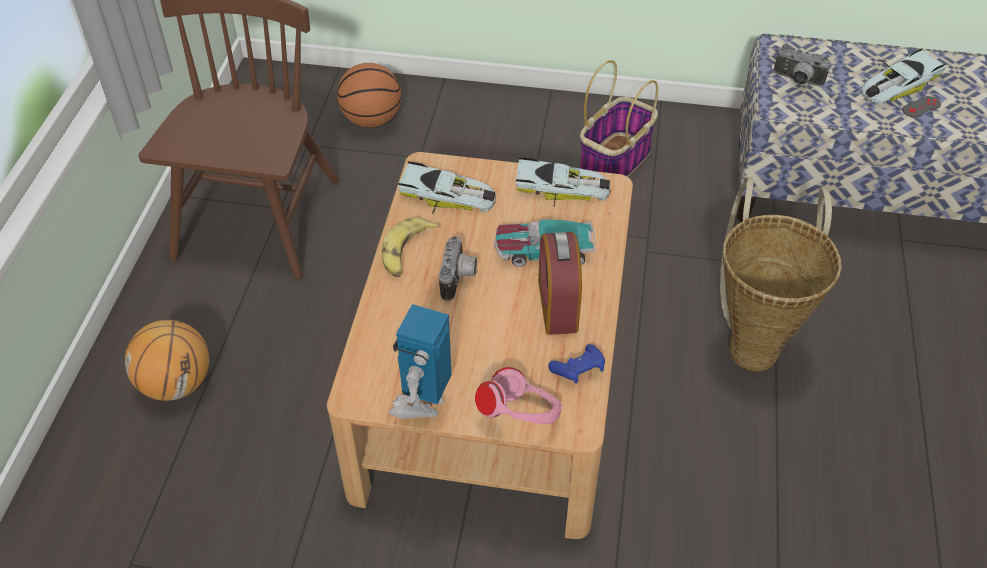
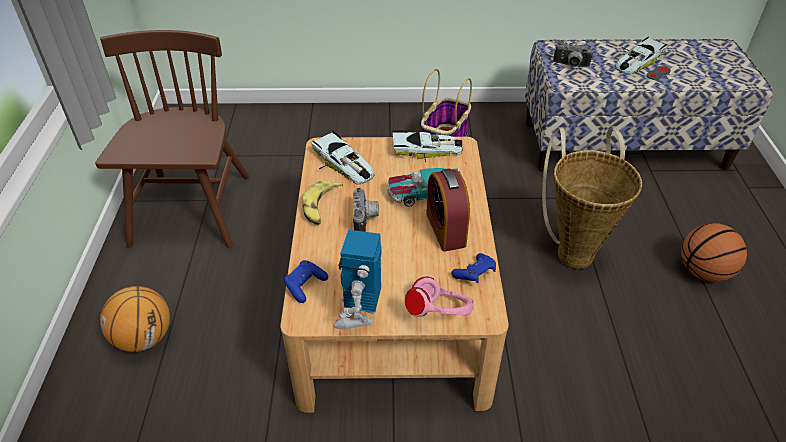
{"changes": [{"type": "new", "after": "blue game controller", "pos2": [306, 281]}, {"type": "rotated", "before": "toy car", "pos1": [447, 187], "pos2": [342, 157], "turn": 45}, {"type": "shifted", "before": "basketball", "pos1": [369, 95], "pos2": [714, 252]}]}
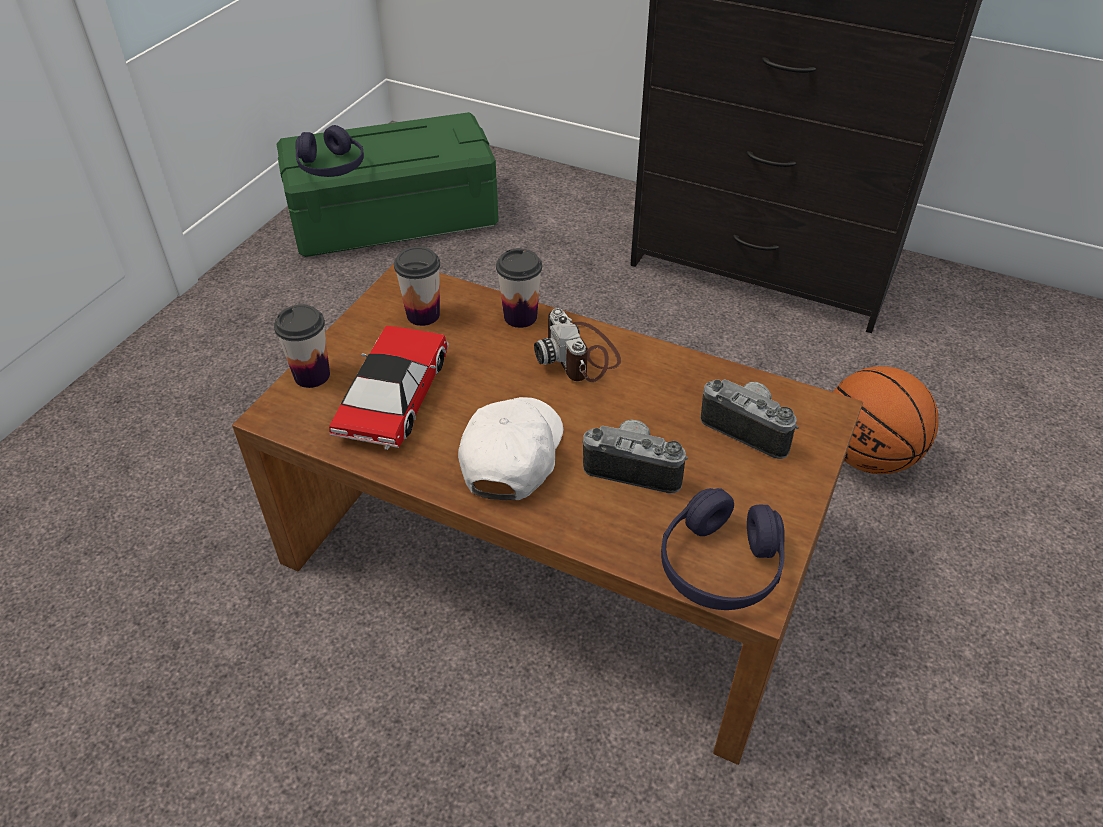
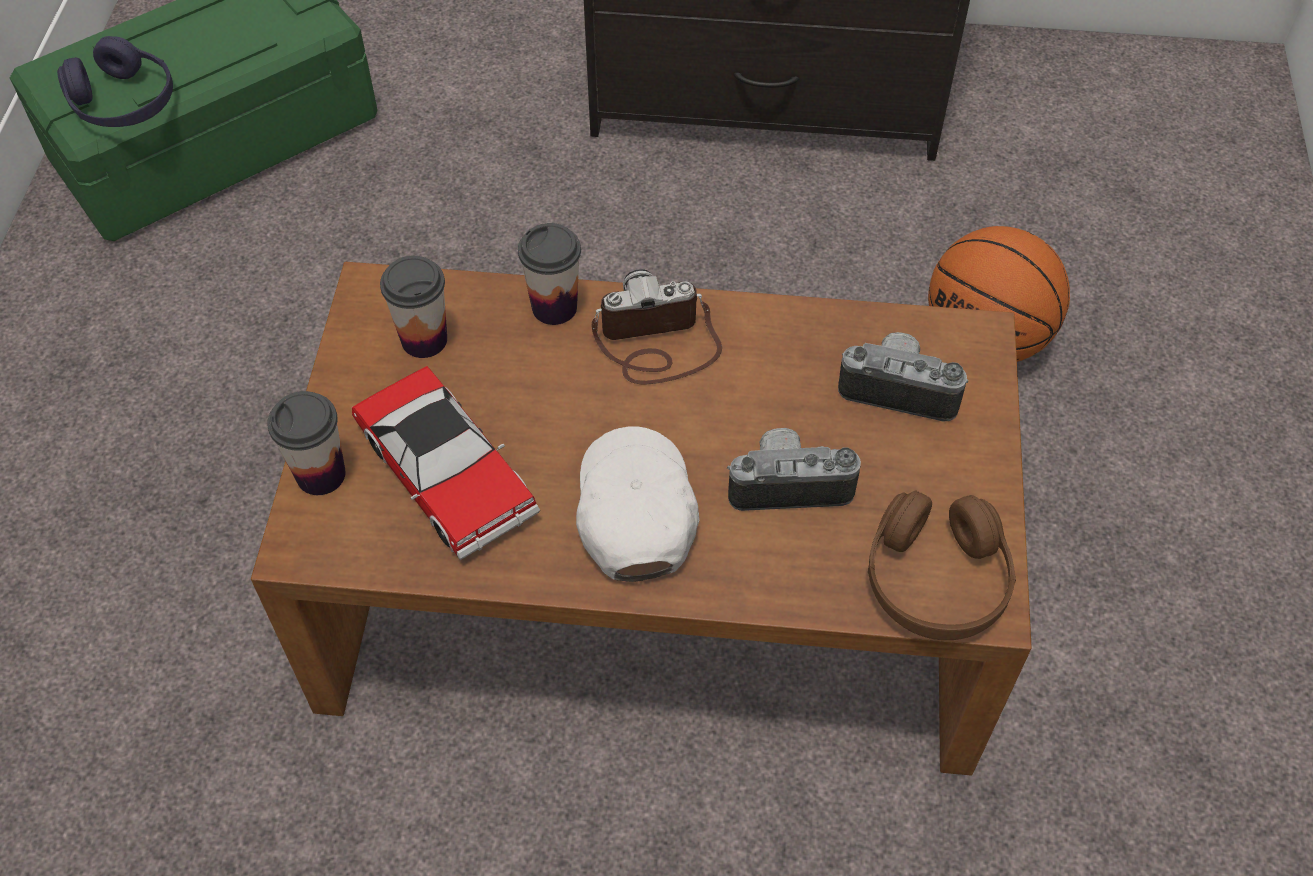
{"changes": [{"type": "rotated", "before": "toy car", "pos1": [389, 388], "pos2": [446, 463], "turn": 150}, {"type": "rotated", "before": "photo camera", "pos1": [577, 345], "pos2": [656, 327], "turn": 120}, {"type": "repainted", "before": "purple headphones", "after": "brown headphones", "pos1": [723, 549], "pos2": [942, 565]}]}
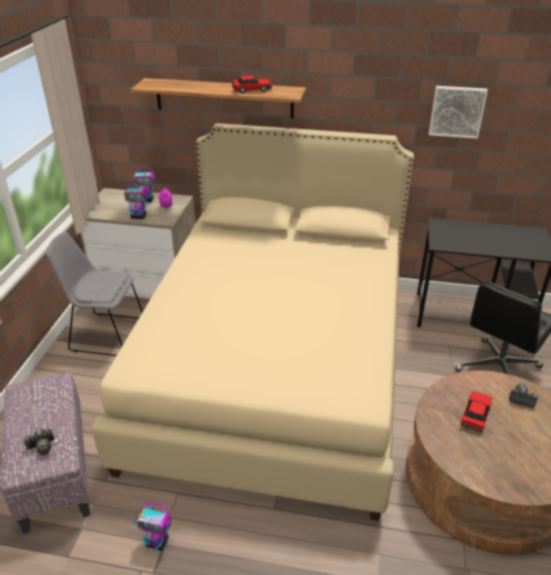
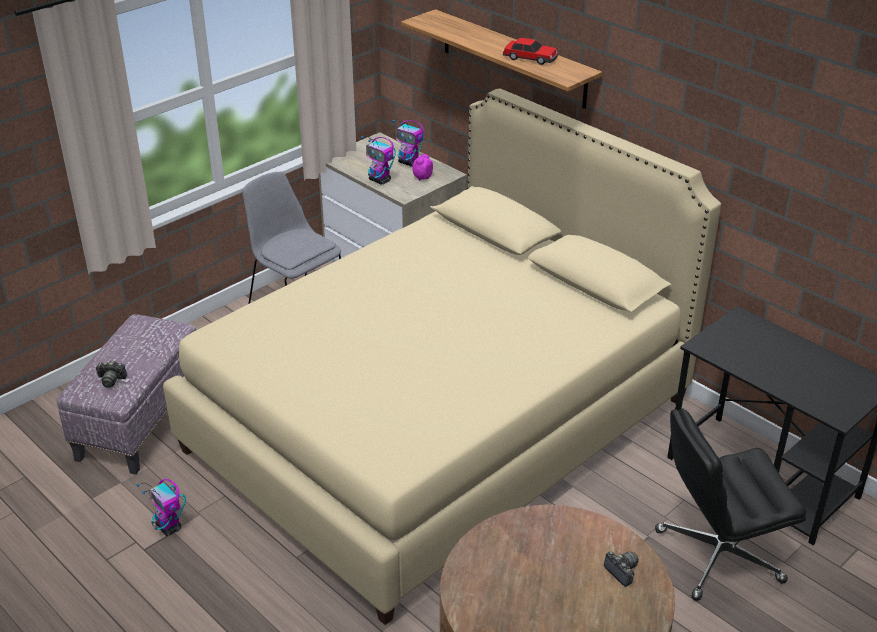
{"changes": [{"type": "gone", "before": "picture", "pos1": [458, 112]}, {"type": "gone", "before": "toy car", "pos1": [477, 411]}]}
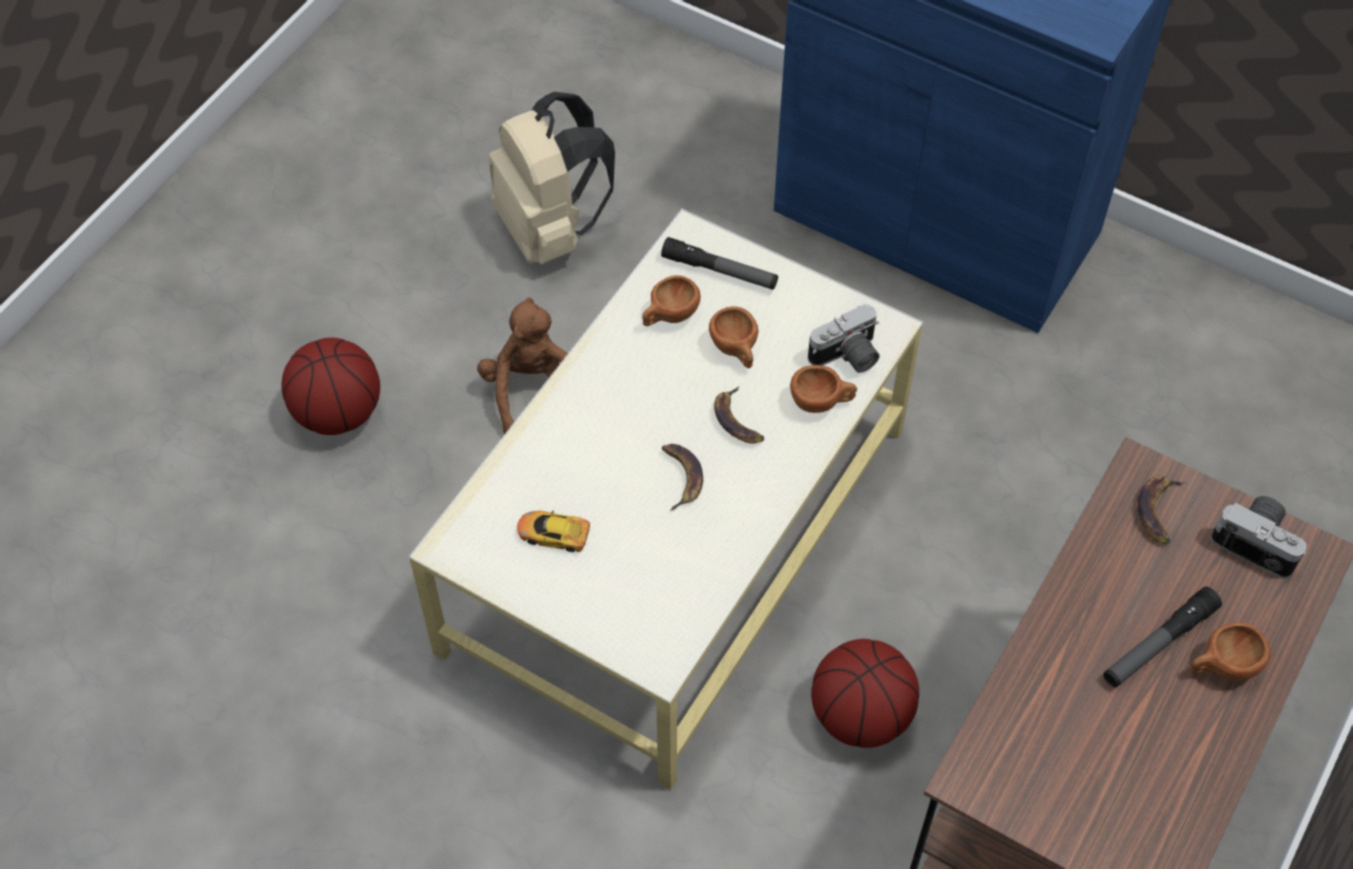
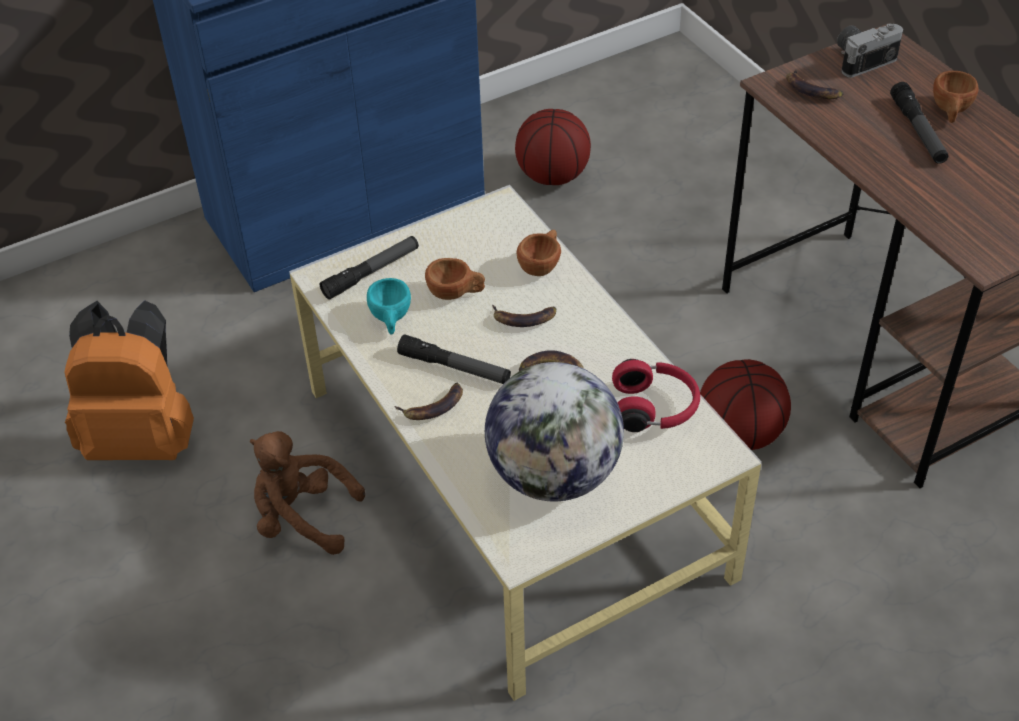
{"changes": [{"type": "repainted", "before": "beige backpack", "after": "orange backpack", "pos1": [552, 178], "pos2": [129, 380]}, {"type": "repainted", "before": "brown cup", "after": "turquoise cup", "pos1": [671, 300], "pos2": [389, 306]}, {"type": "new", "after": "banana", "pos2": [429, 401]}, {"type": "new", "after": "flashlight", "pos2": [454, 359]}, {"type": "swapped", "before": "toy car", "after": "globe", "pos1": [553, 531], "pos2": [554, 432]}, {"type": "shifted", "before": "basketball", "pos1": [330, 386], "pos2": [553, 147]}, {"type": "new", "after": "red headphones", "pos2": [656, 395]}, {"type": "gone", "before": "photo camera", "pos1": [844, 338]}]}
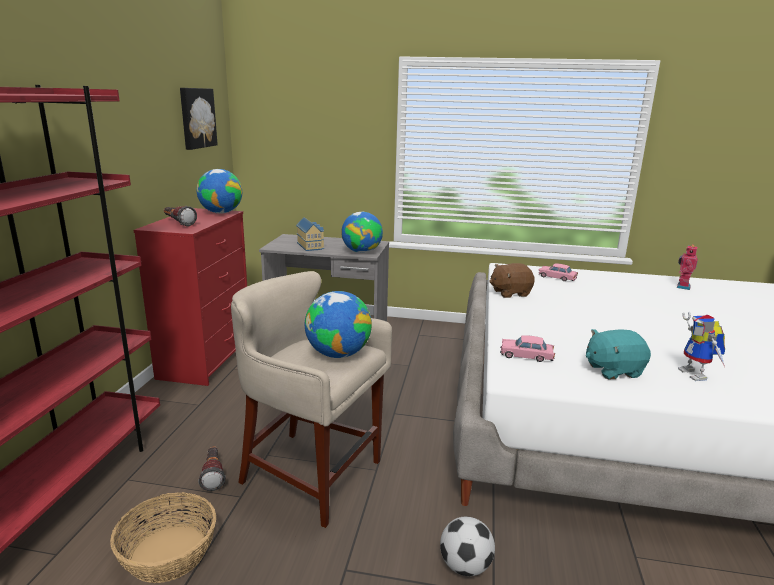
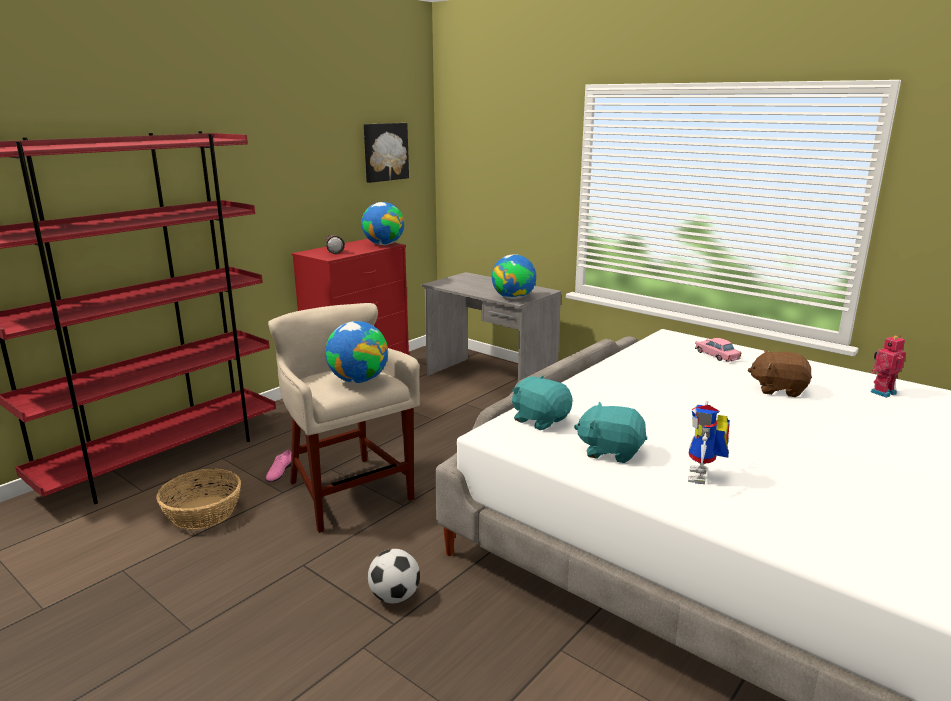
{"changes": [{"type": "swapped", "before": "flashlight", "after": "pink shoe", "pos1": [212, 468], "pos2": [278, 466]}, {"type": "swapped", "before": "pink toy car", "after": "turquoise plush toy", "pos1": [527, 348], "pos2": [542, 403]}, {"type": "shifted", "before": "brown plush toy", "pos1": [512, 280], "pos2": [780, 373]}, {"type": "gone", "before": "toy house", "pos1": [310, 234]}]}
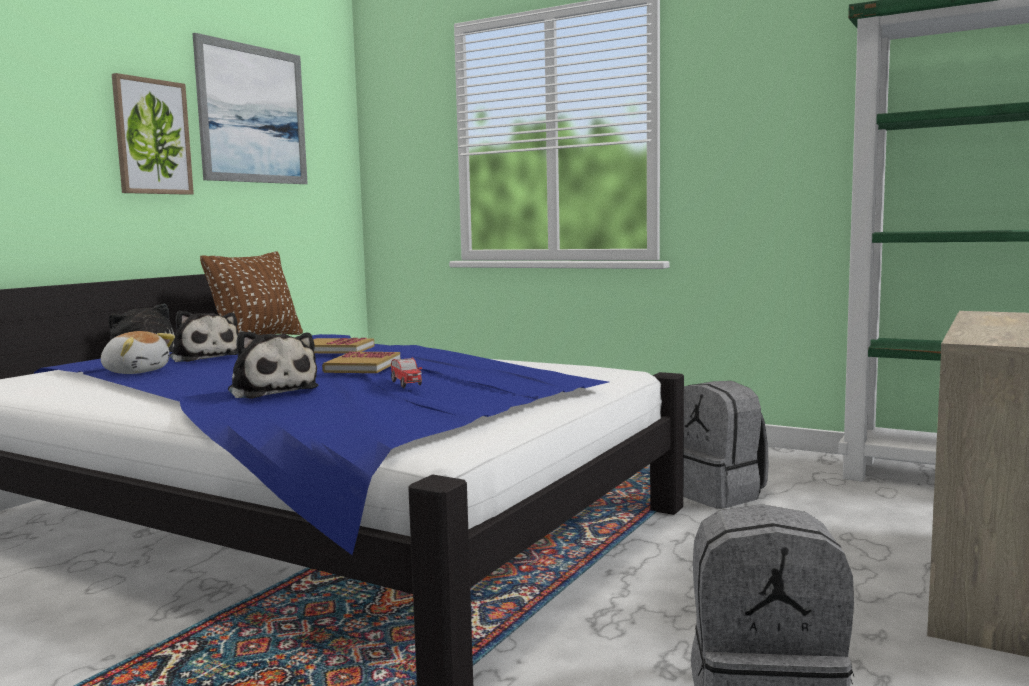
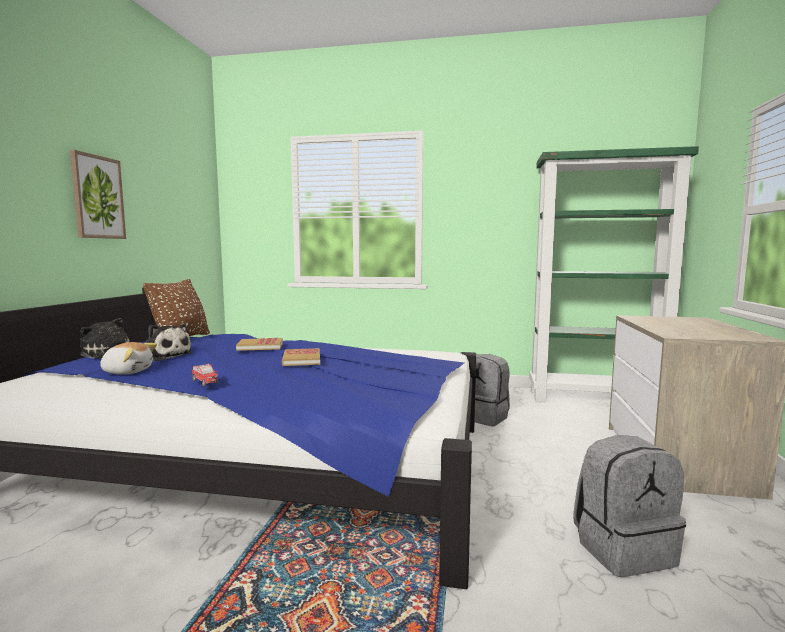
{"changes": [{"type": "shifted", "before": "toy car", "pos1": [406, 373], "pos2": [205, 375]}, {"type": "gone", "before": "picture", "pos1": [250, 108]}, {"type": "gone", "before": "plush toy", "pos1": [273, 365]}]}
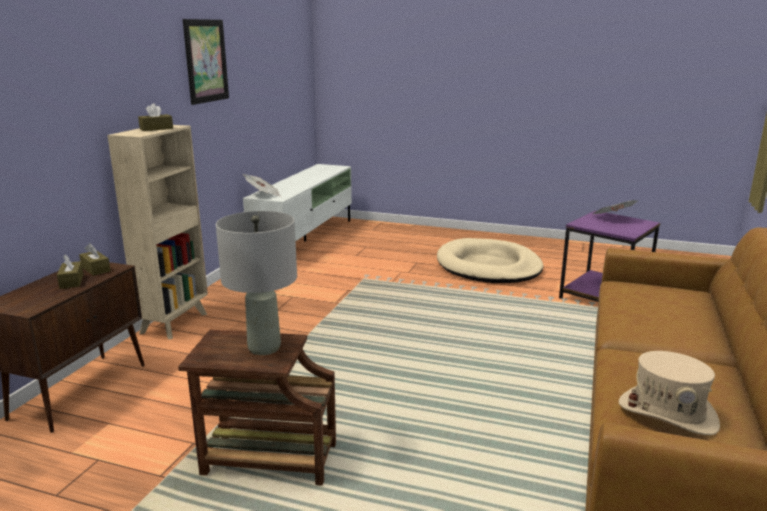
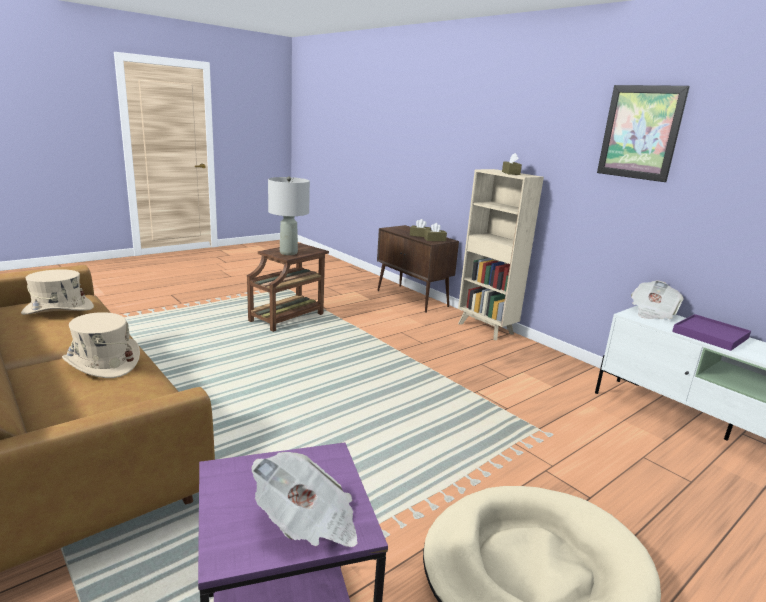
{"changes": [{"type": "new", "after": "beige hat", "pos2": [101, 345]}, {"type": "new", "after": "purple tray", "pos2": [711, 332]}]}
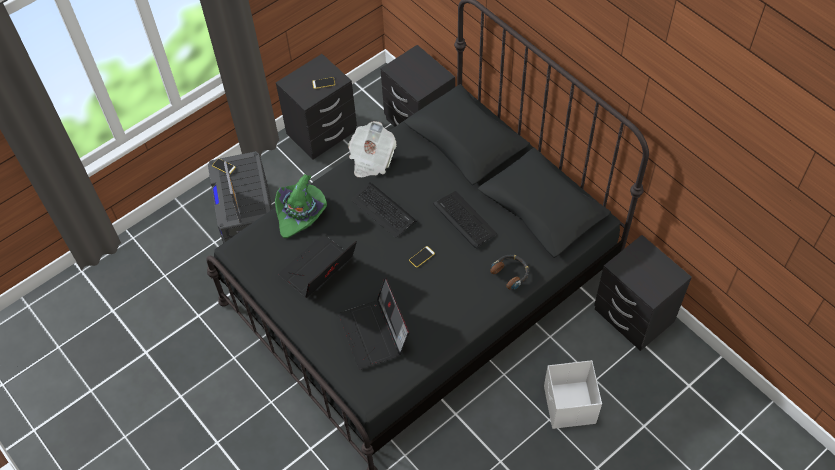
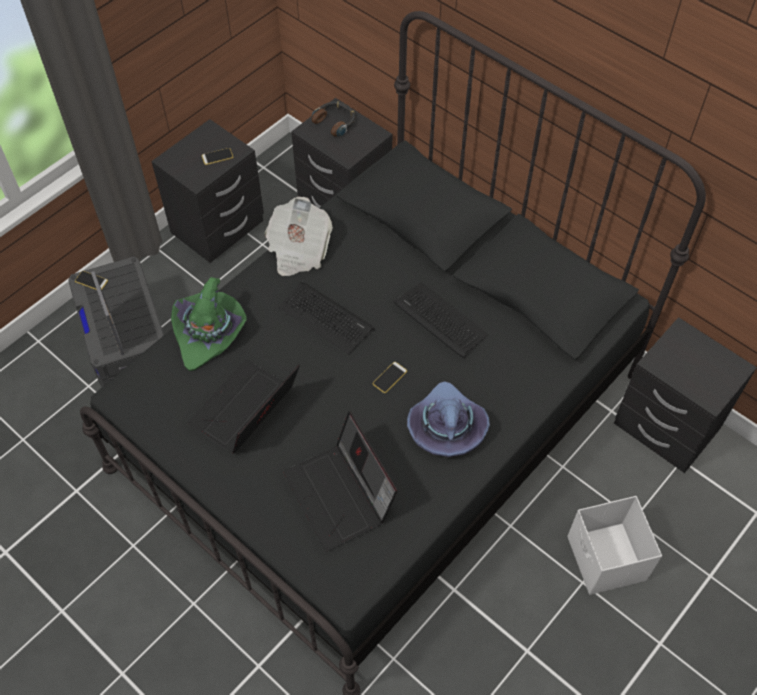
{"changes": [{"type": "shifted", "before": "headphones", "pos1": [509, 272], "pos2": [333, 118]}, {"type": "new", "after": "purple hat", "pos2": [448, 419]}]}
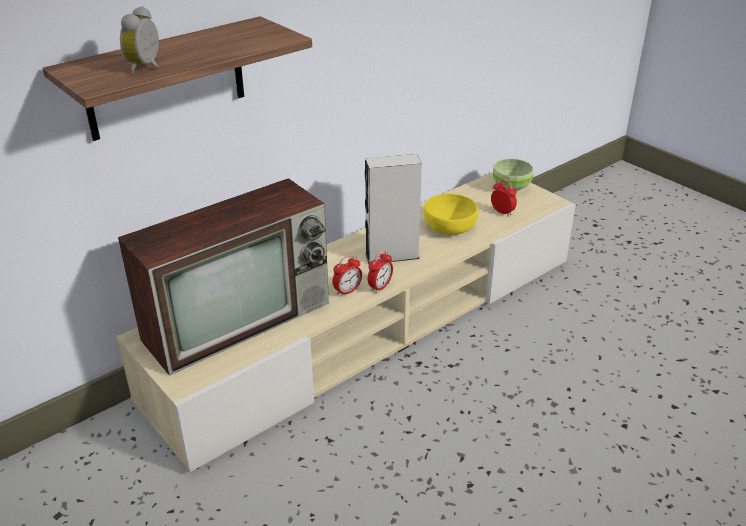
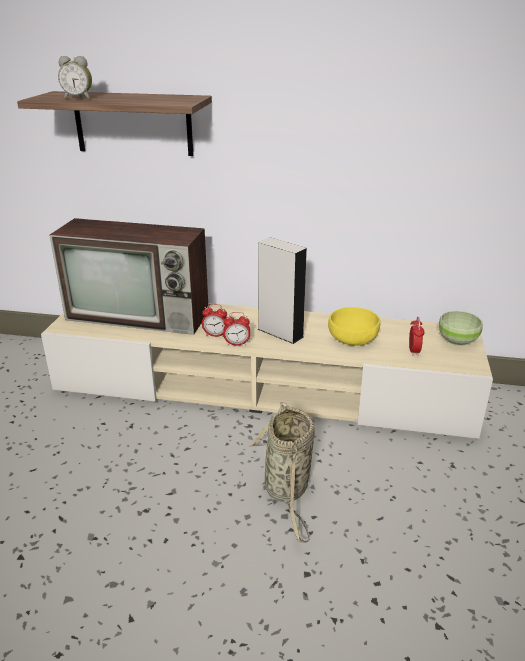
{"changes": [{"type": "rotated", "before": "alarm clock", "pos1": [139, 39], "pos2": [75, 77], "turn": -150}, {"type": "new", "after": "basket", "pos2": [282, 472]}]}
